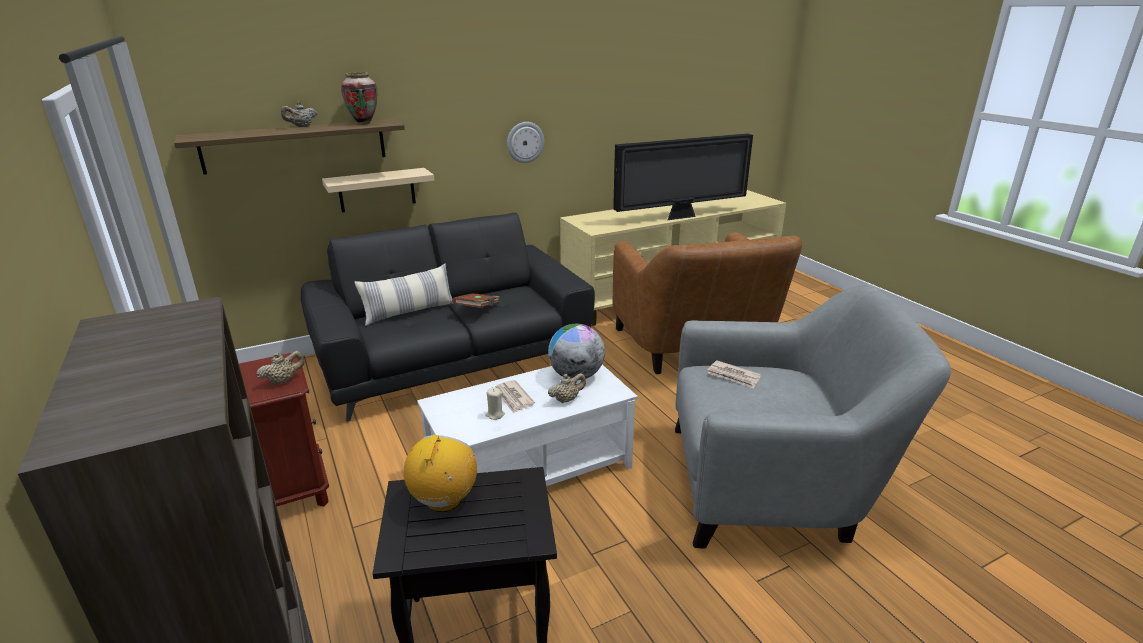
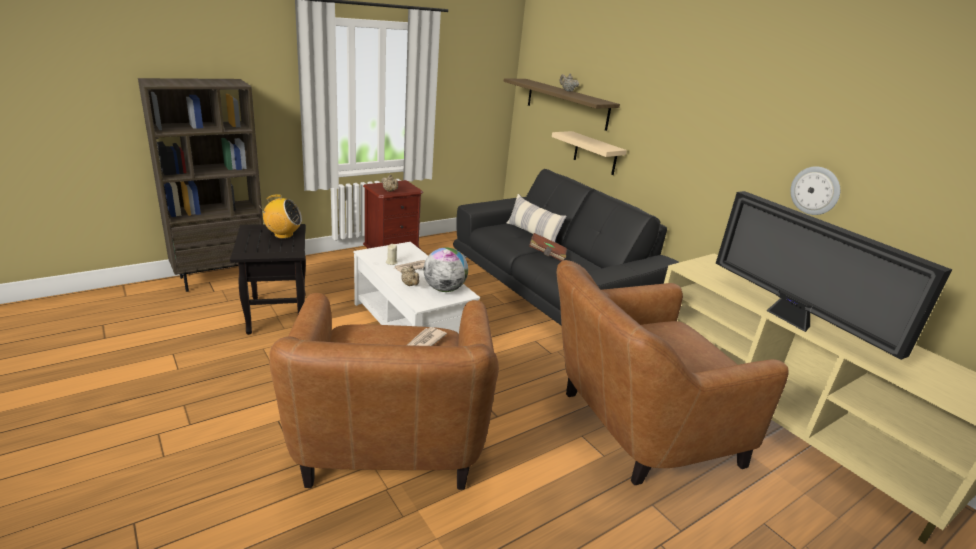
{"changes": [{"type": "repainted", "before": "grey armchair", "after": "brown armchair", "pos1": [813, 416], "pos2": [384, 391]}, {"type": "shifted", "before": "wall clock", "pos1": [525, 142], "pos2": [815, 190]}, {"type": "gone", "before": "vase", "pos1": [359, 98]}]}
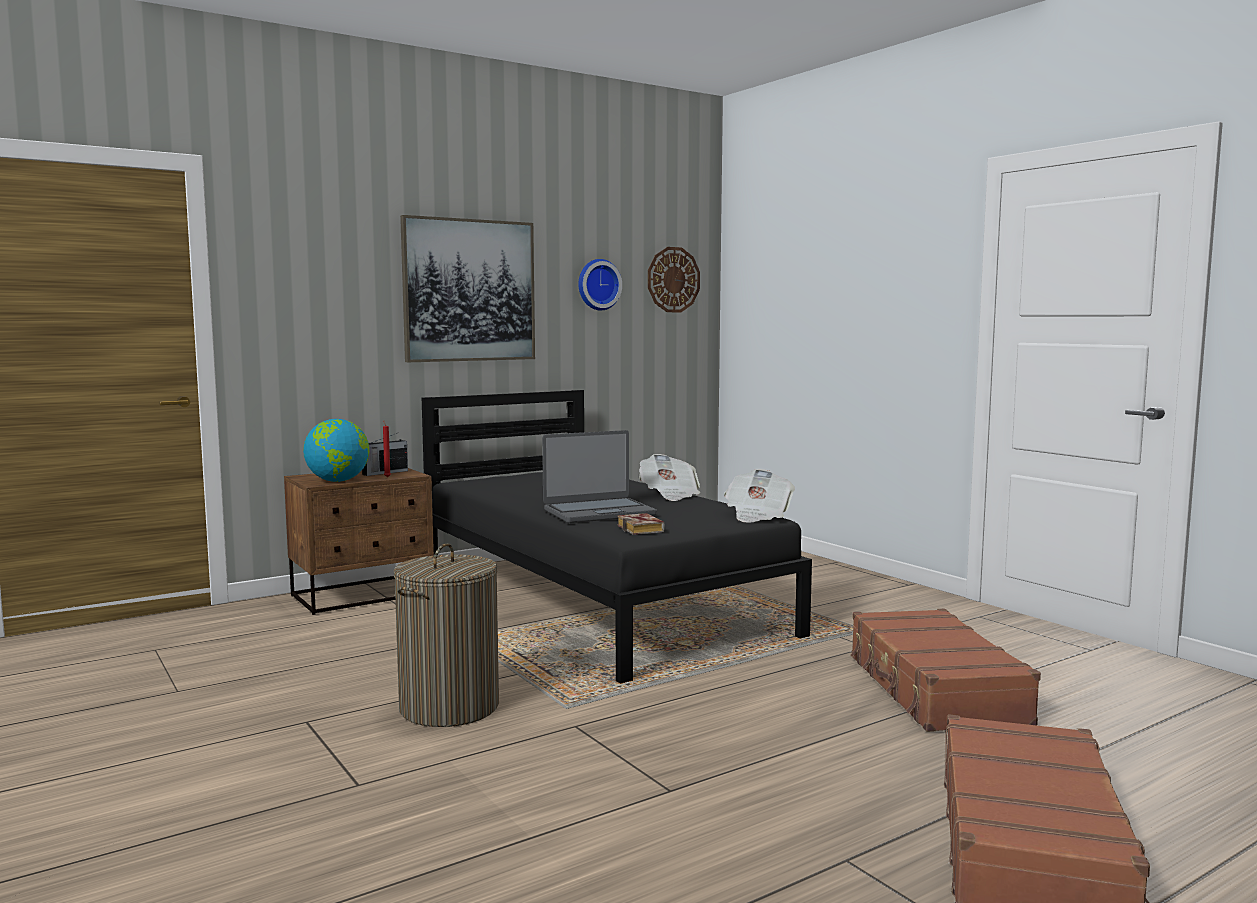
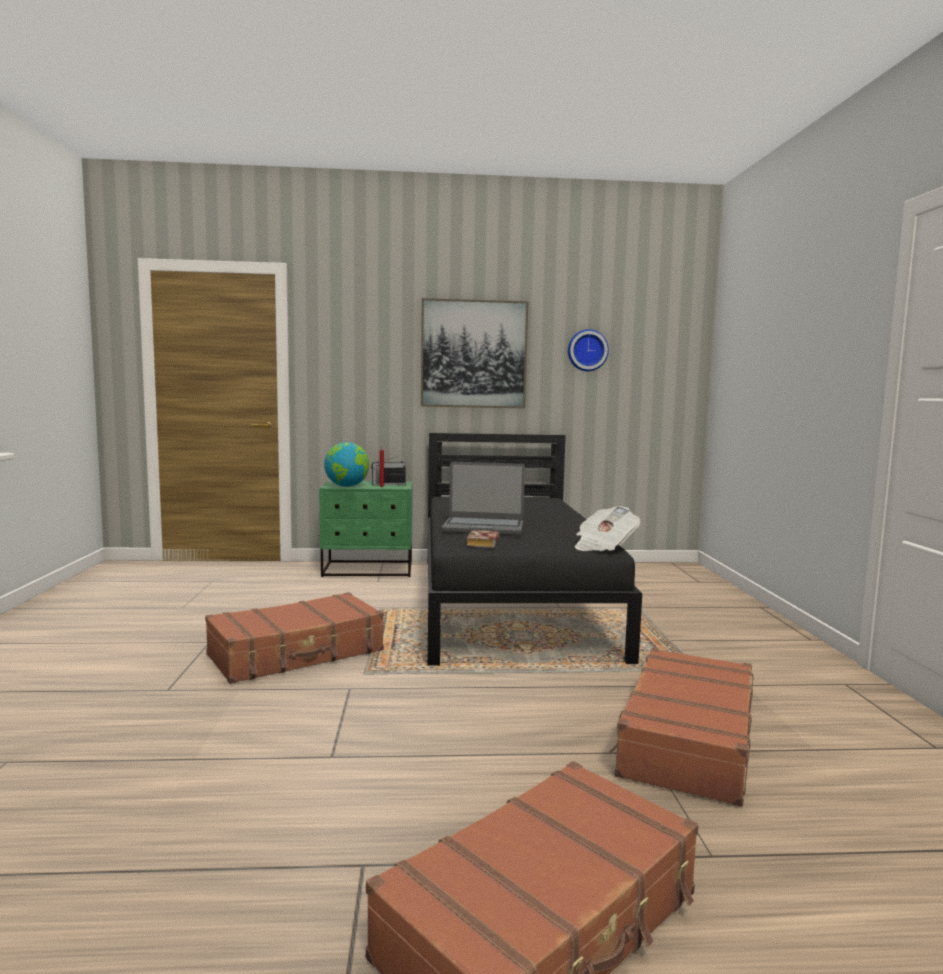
{"changes": [{"type": "swapped", "before": "laundry basket", "after": "brown suitcase", "pos1": [446, 635], "pos2": [294, 638]}, {"type": "repainted", "before": "brown nightstand", "after": "green nightstand", "pos1": [359, 541], "pos2": [366, 529]}, {"type": "gone", "before": "newspaper", "pos1": [669, 477]}, {"type": "gone", "before": "wall clock", "pos1": [674, 279]}]}
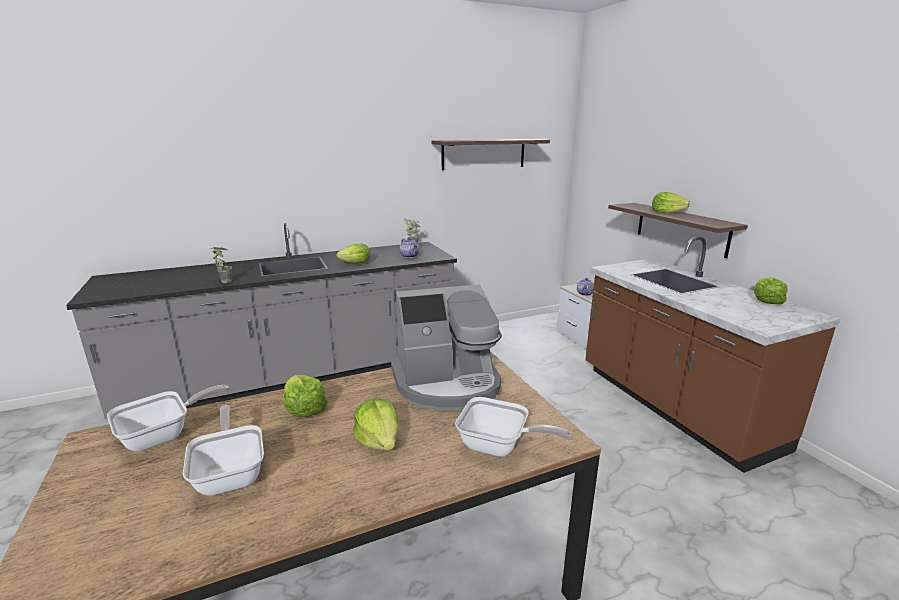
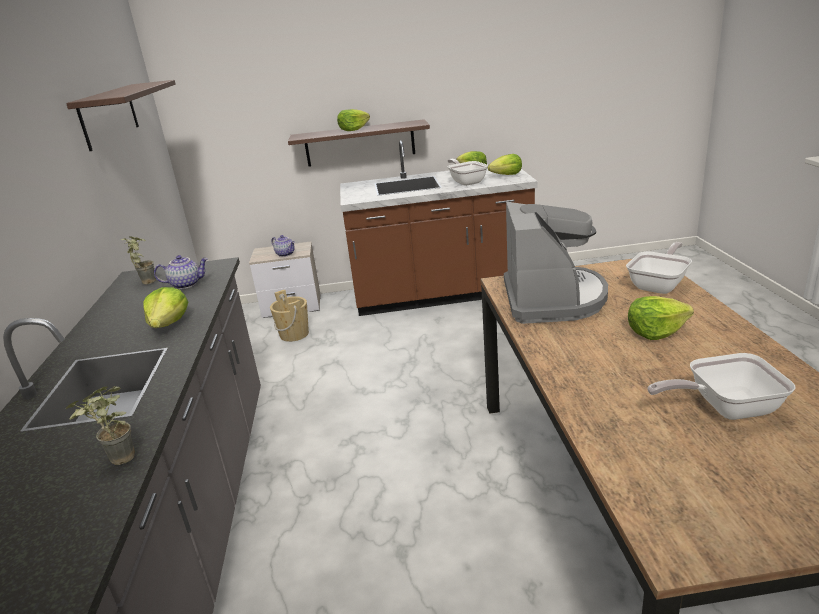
{"changes": [{"type": "new", "after": "beige bucket", "pos2": [289, 316]}, {"type": "shifted", "before": "frying pan", "pos1": [168, 418], "pos2": [468, 172]}, {"type": "shifted", "before": "lettuce", "pos1": [305, 396], "pos2": [505, 164]}]}
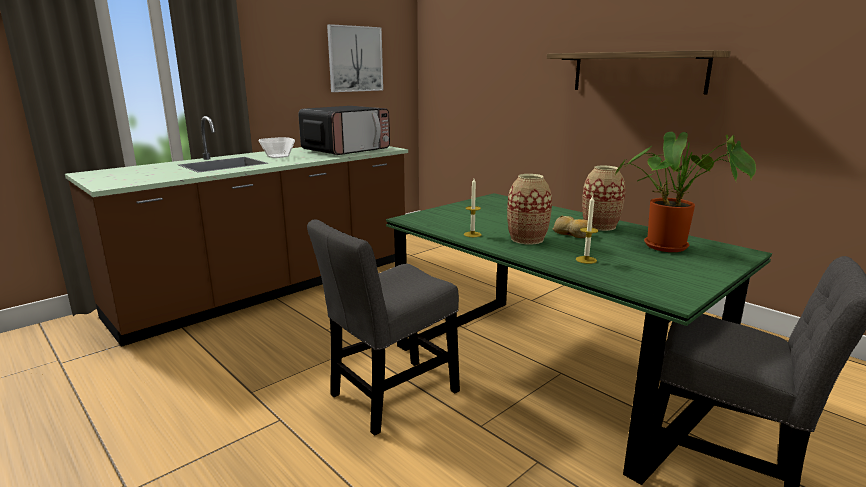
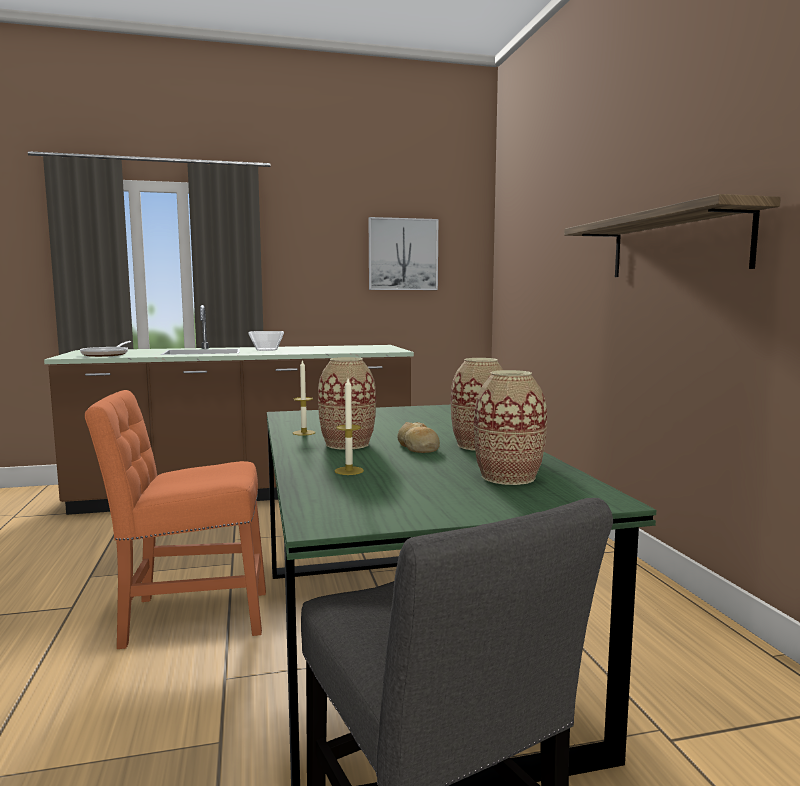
{"changes": [{"type": "new", "after": "frying pan", "pos2": [105, 349]}, {"type": "repainted", "before": "grey chair", "after": "orange chair", "pos1": [383, 328], "pos2": [175, 519]}, {"type": "swapped", "before": "potted plant", "after": "vase", "pos1": [685, 192], "pos2": [510, 427]}, {"type": "gone", "before": "microwave", "pos1": [344, 130]}]}
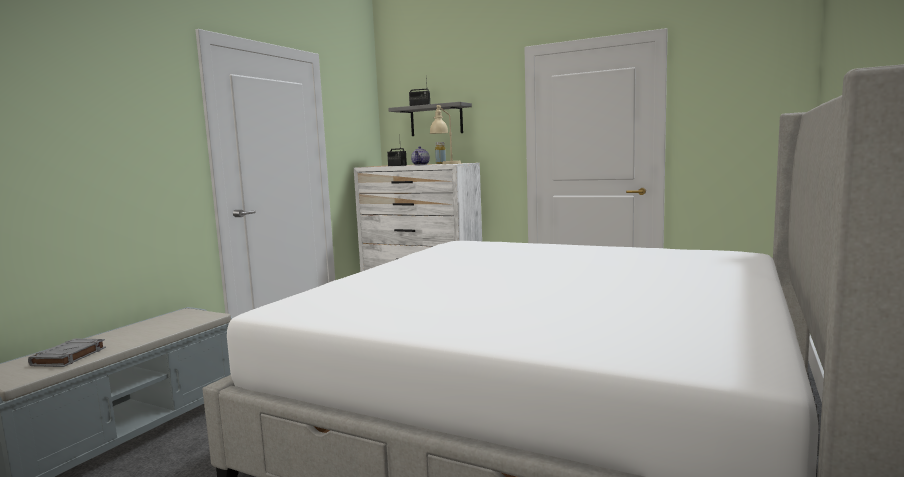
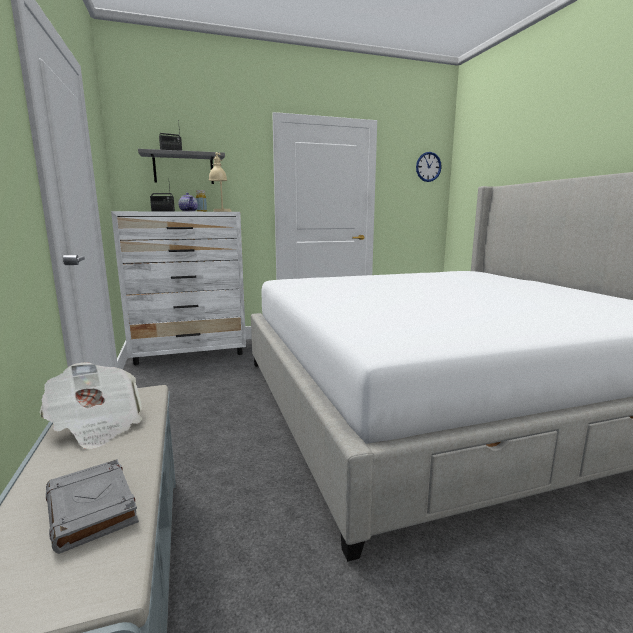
{"changes": [{"type": "new", "after": "newspaper", "pos2": [90, 405]}, {"type": "new", "after": "wall clock", "pos2": [429, 167]}]}
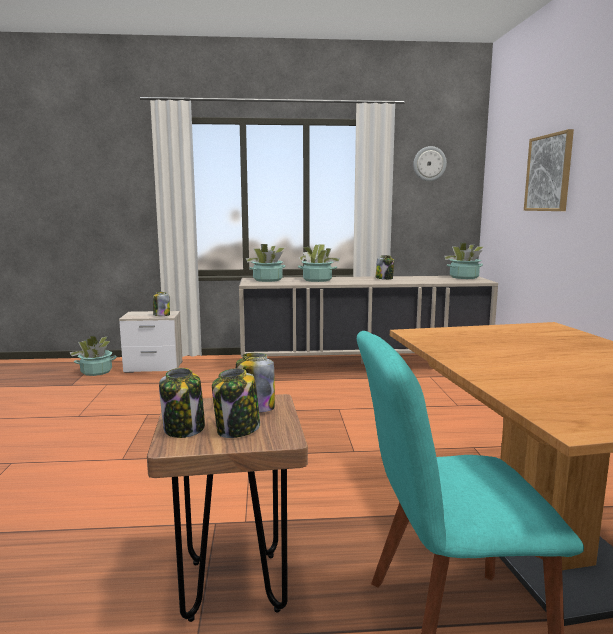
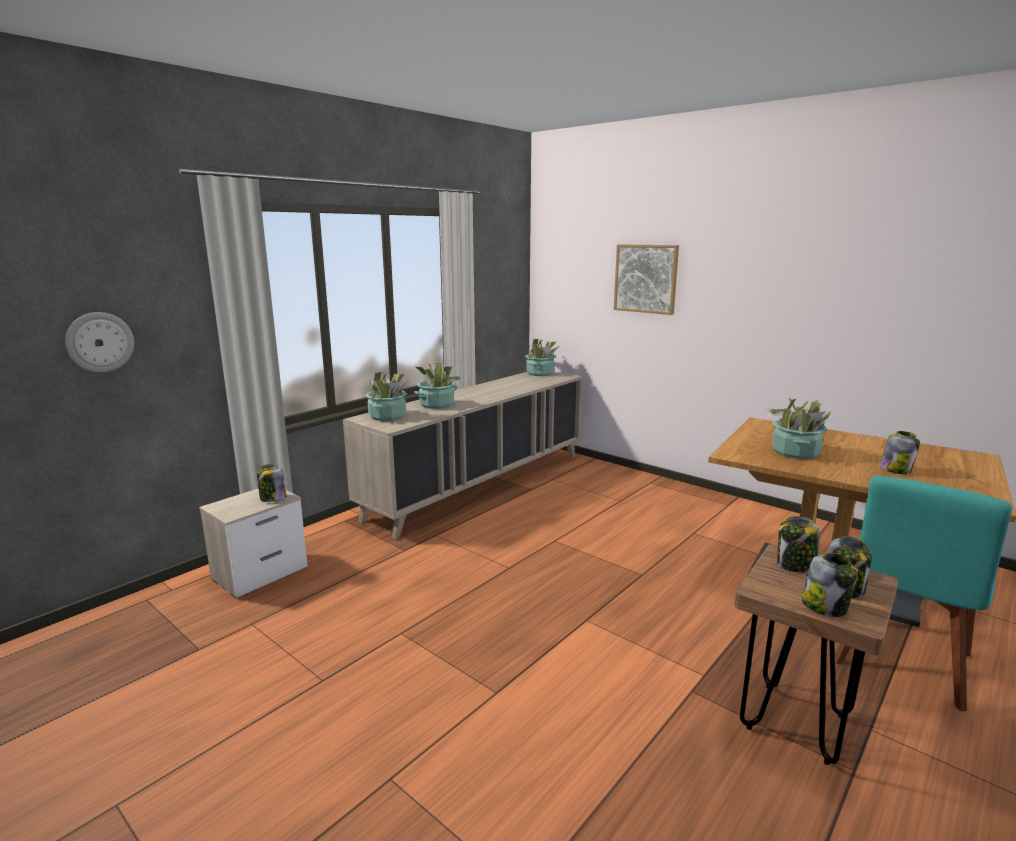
{"changes": [{"type": "shifted", "before": "wall clock", "pos1": [430, 163], "pos2": [99, 342]}, {"type": "shifted", "before": "potted plant", "pos1": [93, 356], "pos2": [799, 428]}, {"type": "shifted", "before": "jar", "pos1": [385, 267], "pos2": [900, 452]}]}
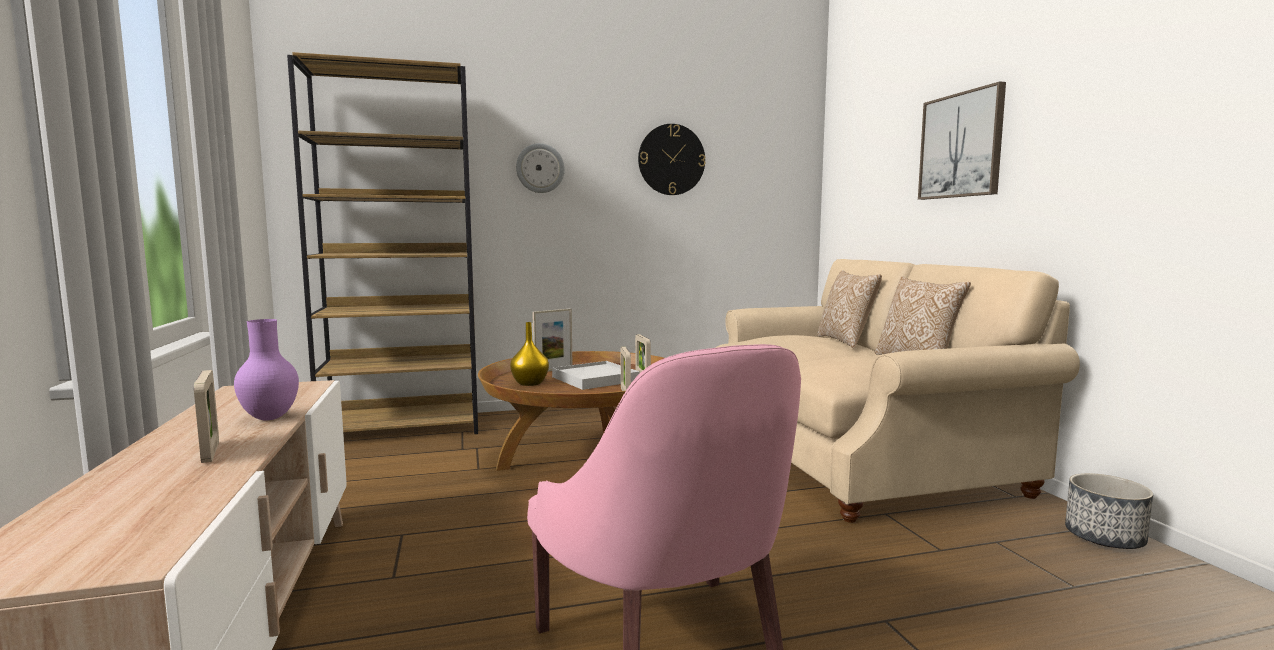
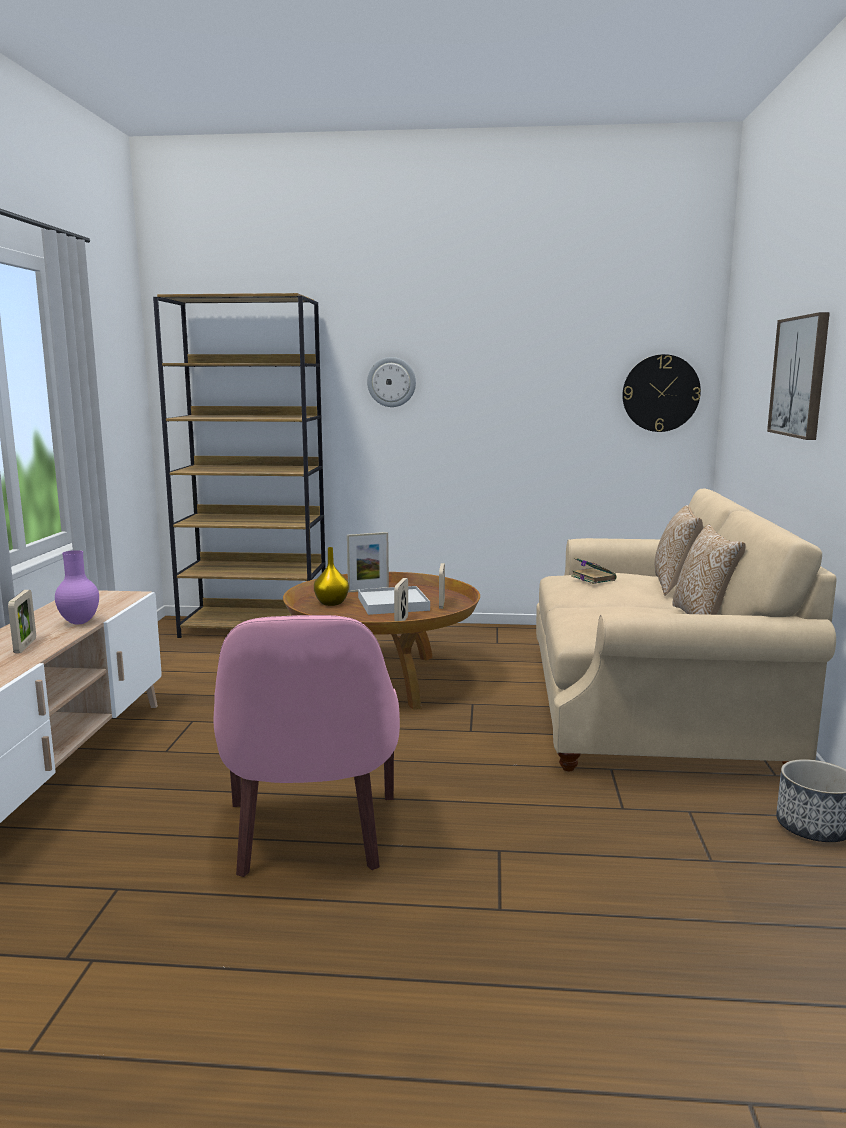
{"changes": [{"type": "new", "after": "book", "pos2": [594, 570]}, {"type": "shifted", "before": "wall clock", "pos1": [672, 159], "pos2": [661, 393]}]}
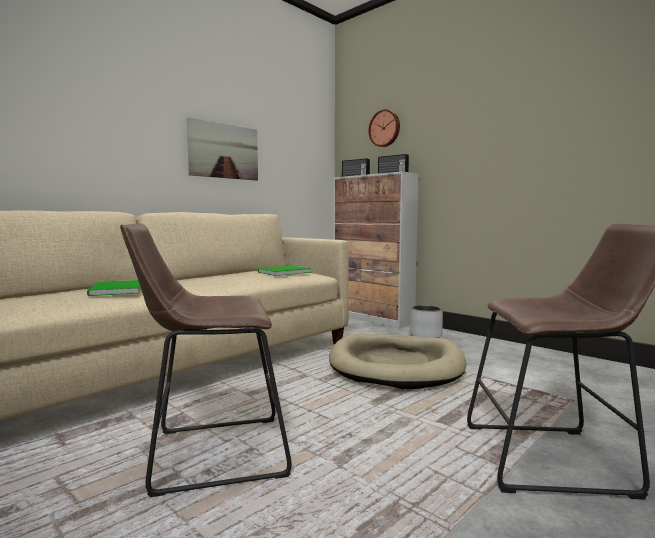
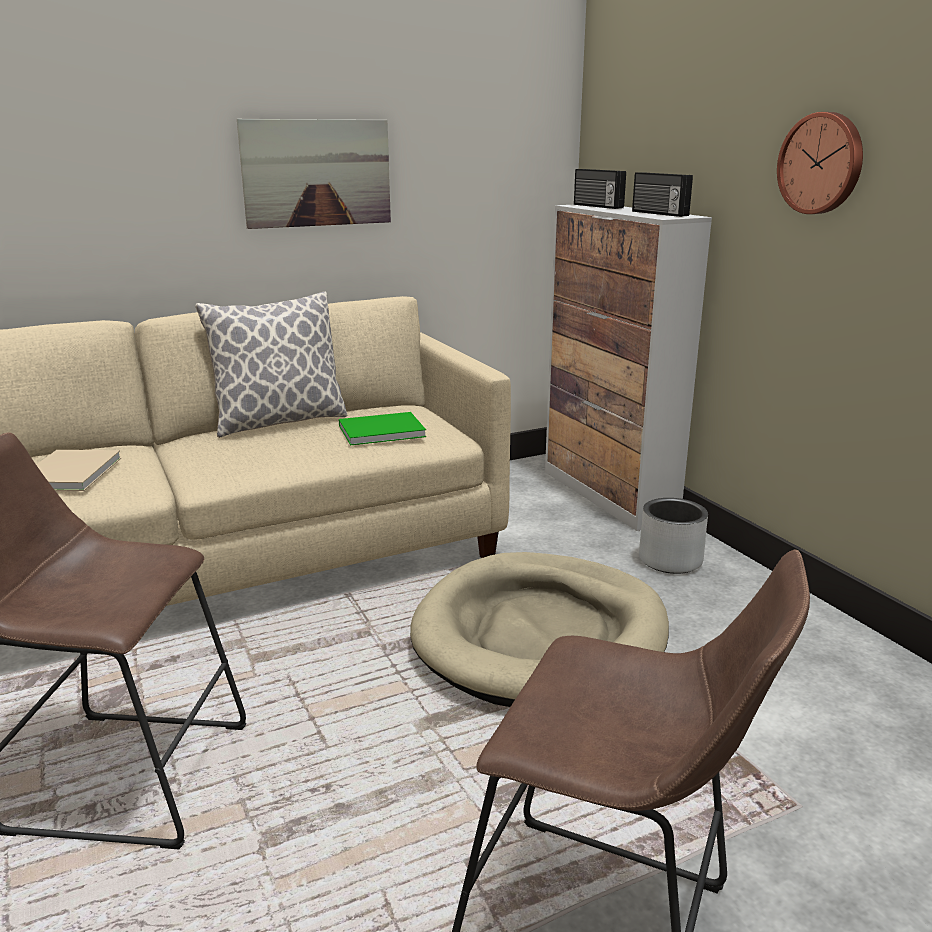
{"changes": [{"type": "repainted", "before": "green book", "after": "beige book", "pos1": [114, 288], "pos2": [78, 470]}, {"type": "new", "after": "pillow", "pos2": [271, 365]}, {"type": "shifted", "before": "wall clock", "pos1": [384, 128], "pos2": [820, 163]}]}
